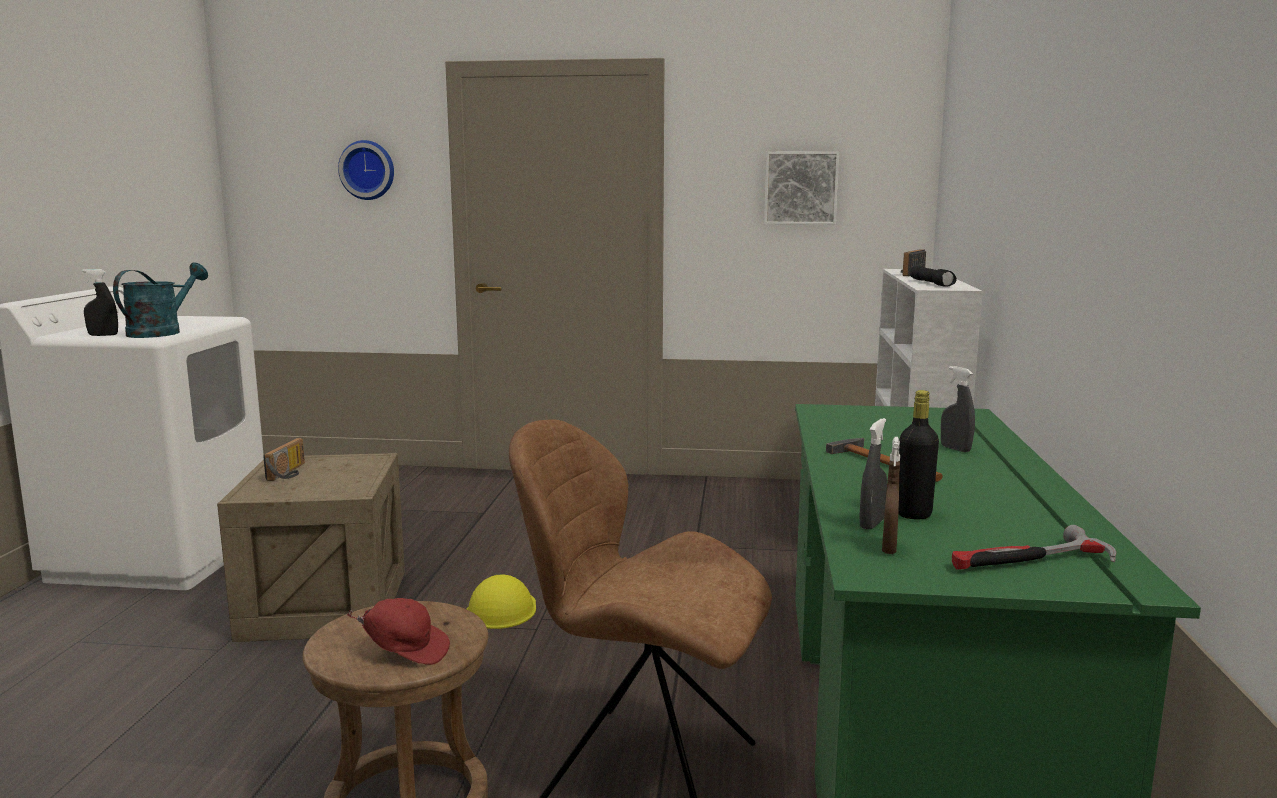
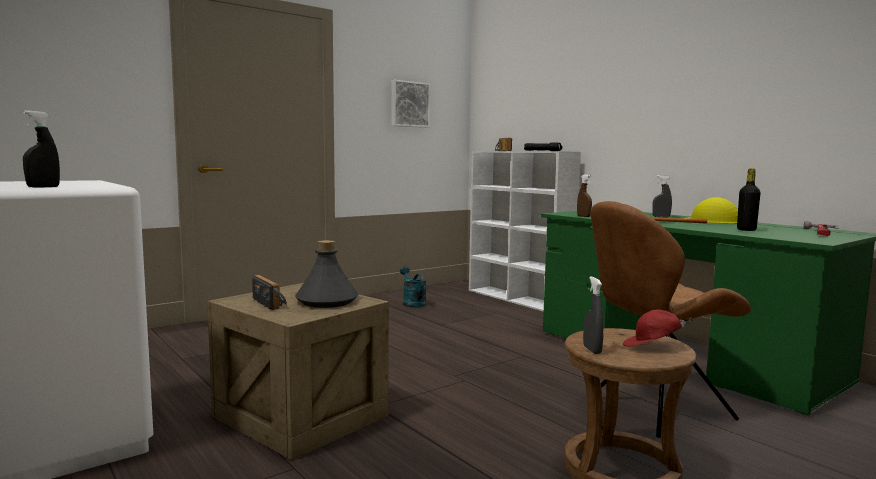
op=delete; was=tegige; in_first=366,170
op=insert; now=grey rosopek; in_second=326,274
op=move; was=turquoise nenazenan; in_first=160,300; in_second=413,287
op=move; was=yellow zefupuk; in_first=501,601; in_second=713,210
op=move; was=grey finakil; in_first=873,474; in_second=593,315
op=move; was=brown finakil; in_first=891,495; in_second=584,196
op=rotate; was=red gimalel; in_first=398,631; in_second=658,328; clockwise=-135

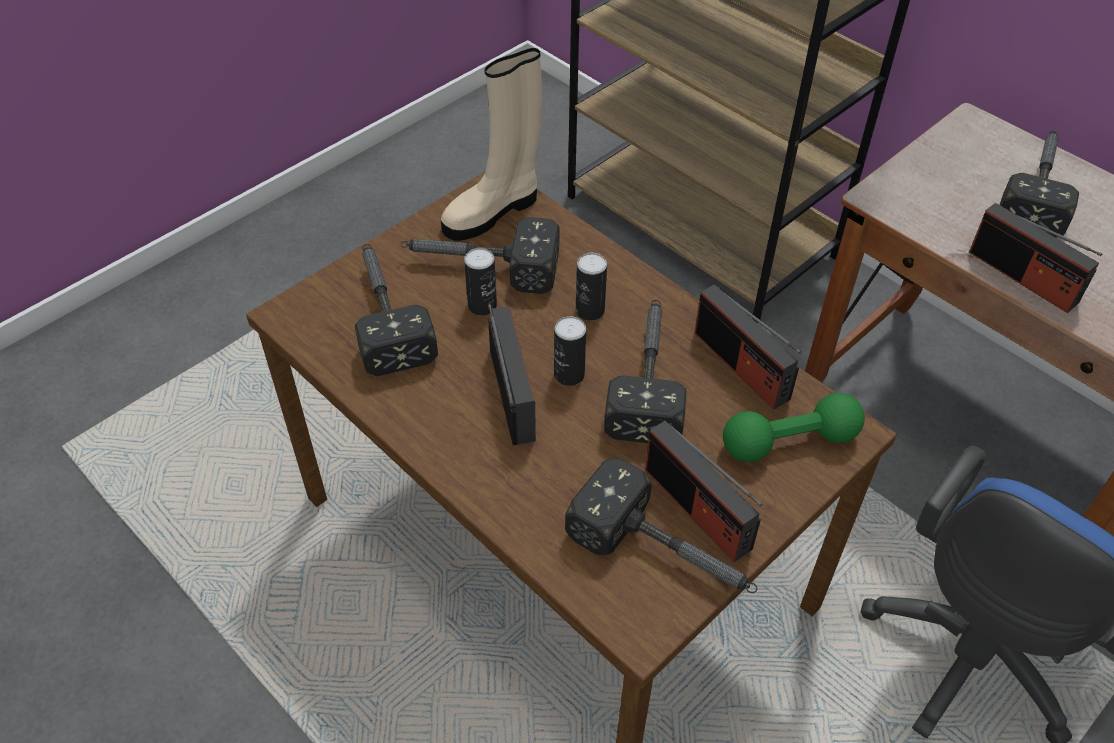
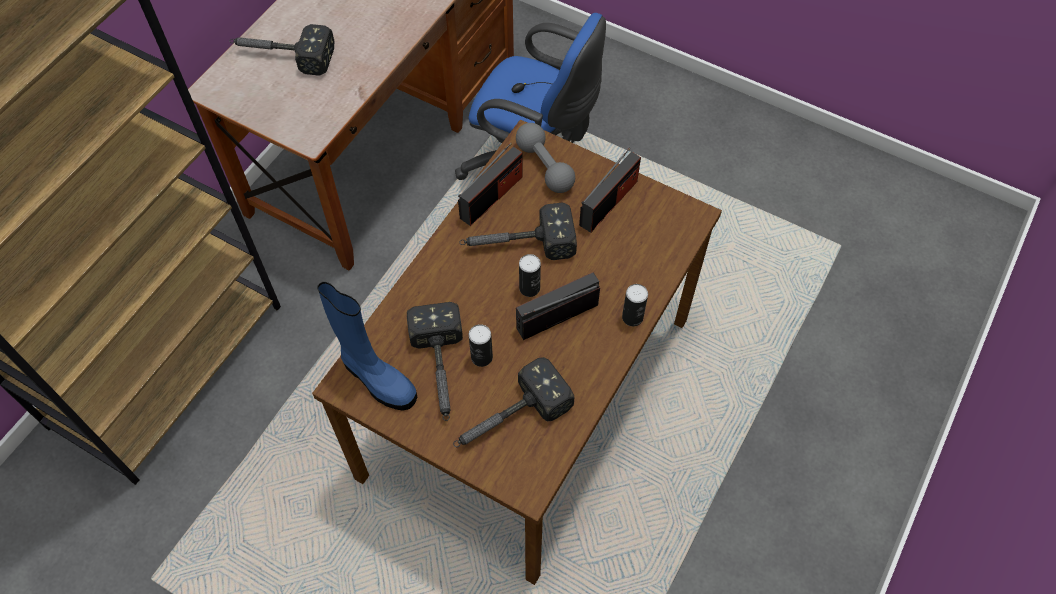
op=delete; was=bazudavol; in_first=661,525
op=delete; was=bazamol; in_first=1035,258
op=move; was=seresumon; in_first=591,287; in_second=635,305
op=recolor; was=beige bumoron; now=blue bumoron; in_first=491,144; in_second=367,346
op=recolor; was=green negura; now=grey negura; in_first=794,427; in_second=545,158

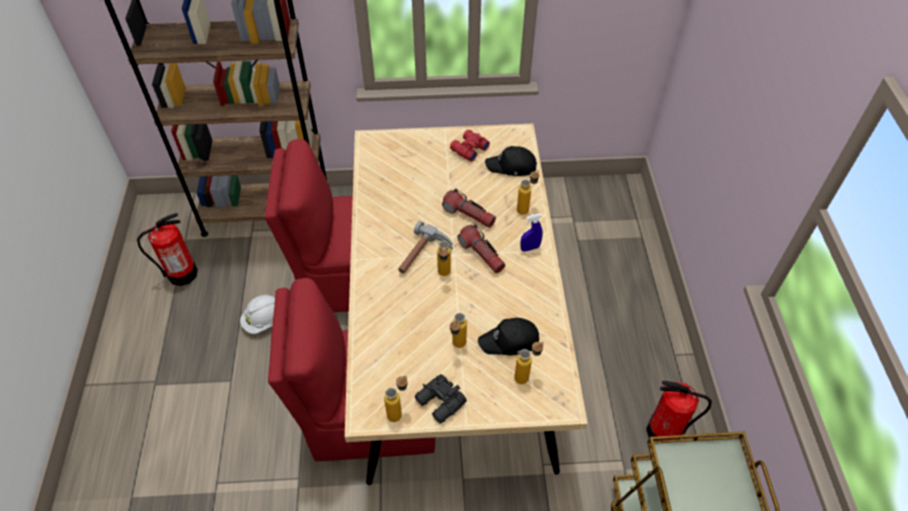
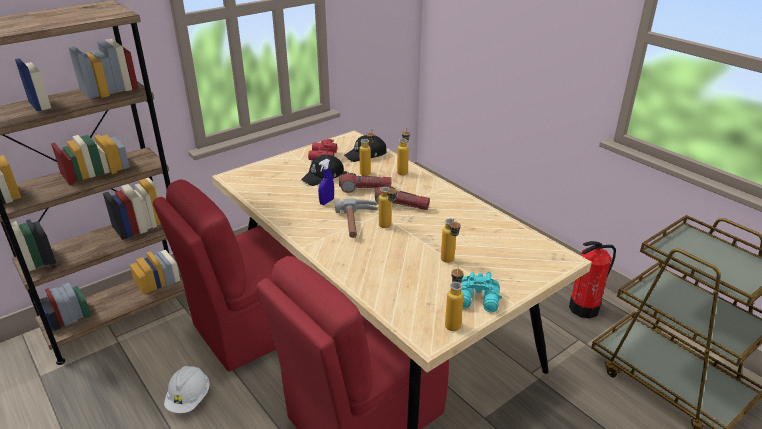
op=delete; was=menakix; in_first=167,249
op=move; was=black gimalel; in_first=508,337; in_second=322,170
op=move; was=rosopek; in_first=529,363; in_second=366,152
op=move; was=blue finakil; in_first=532,233; in_second=326,182
op=recolor; was=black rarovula; now=turquoise rarovula; in_first=441,399; in_second=481,292

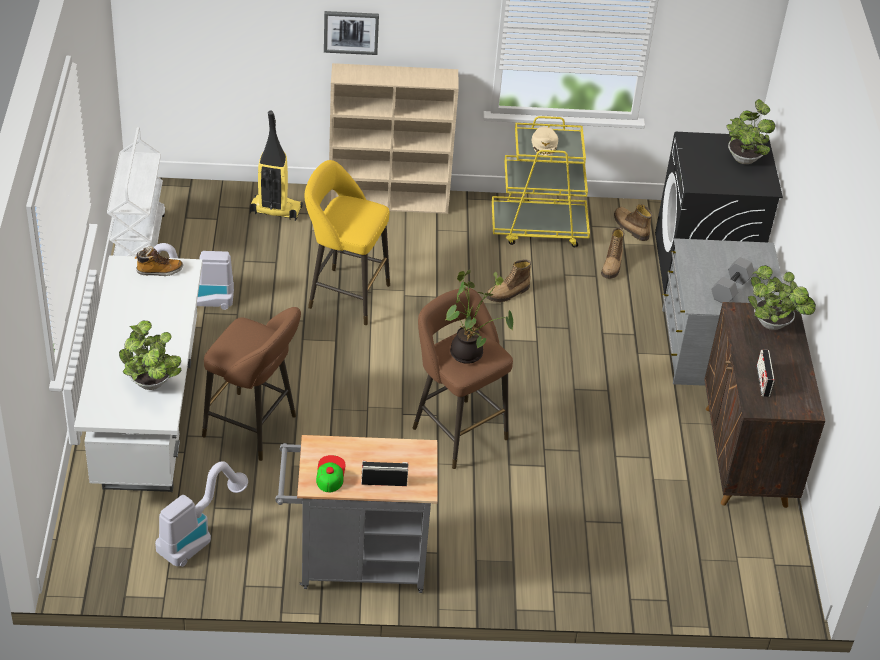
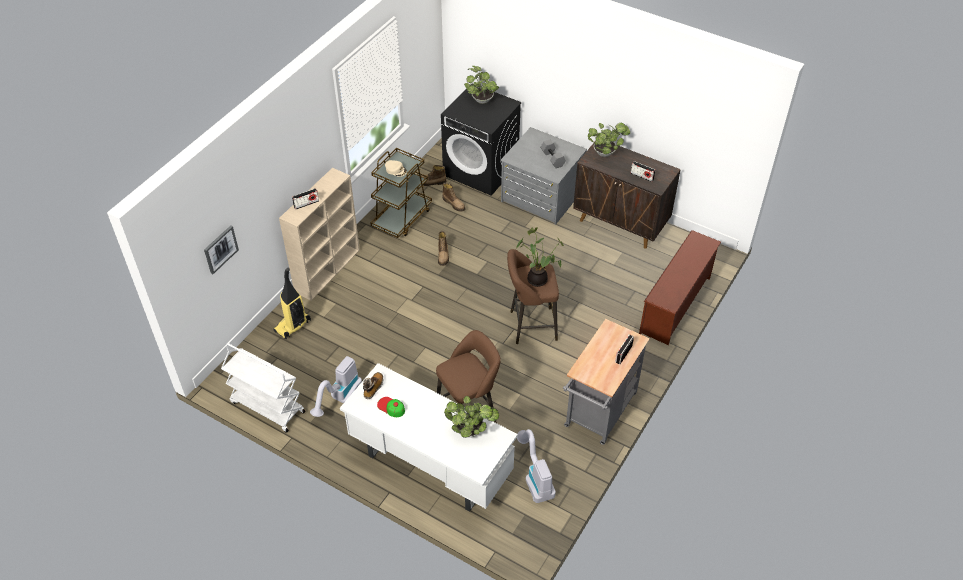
op=delete; was=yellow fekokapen; in_first=347,242
op=insert; now=bazamol; in_second=305,198
op=insert; now=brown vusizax; in_second=680,287
op=move; was=gimalel; in_first=331,473; in_second=391,407
op=move; was=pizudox; in_first=351,33; in_second=221,249
op=recolor; was=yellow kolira; now=brown kolira; in_first=541,181; in_second=401,193

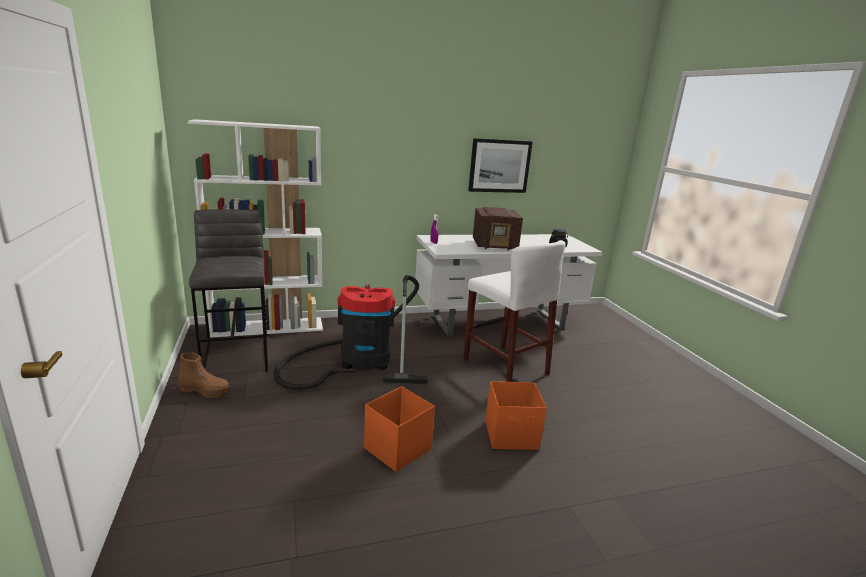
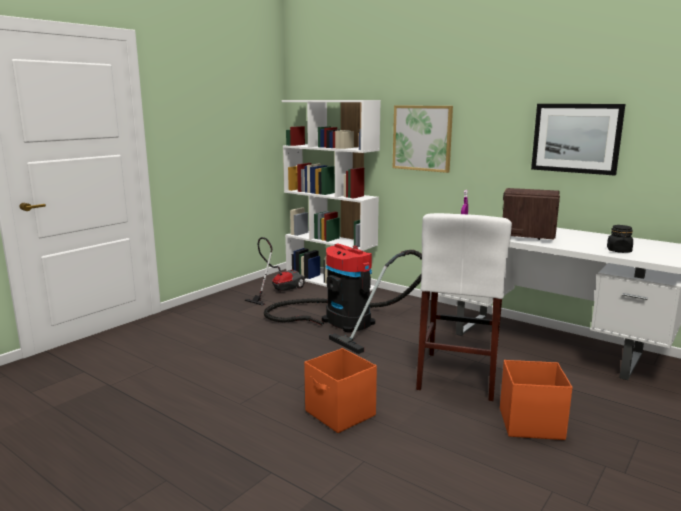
op=delete; was=brown bumoron; in_first=203,375
op=insert; now=pizudox; in_second=423,139
op=move; was=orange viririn; in_first=399,429; in_second=536,400
op=replace; was=grey fekokapen; now=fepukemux; in_first=228,290; in_second=274,271
op=rotate; was=bazamol; in_first=498,229; in_second=531,214; clockwise=60

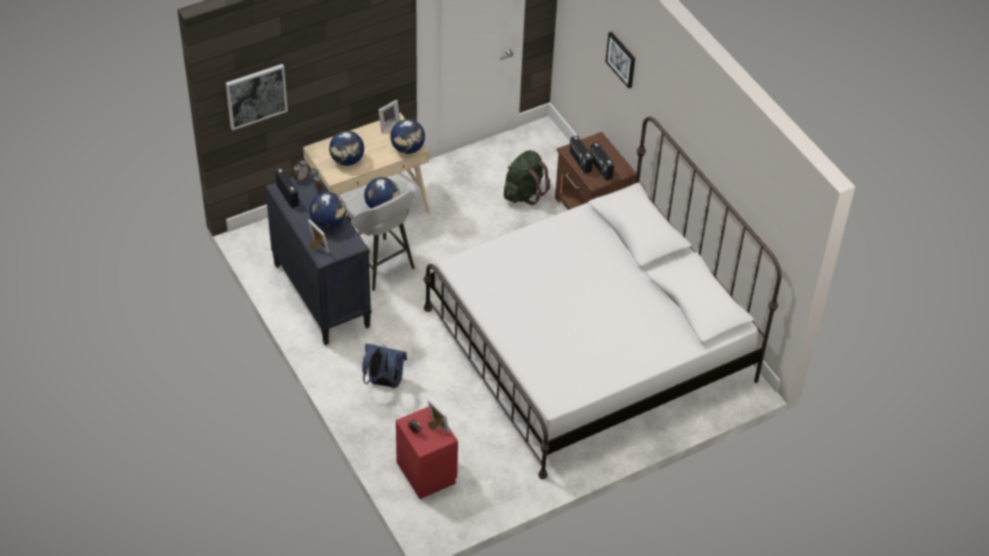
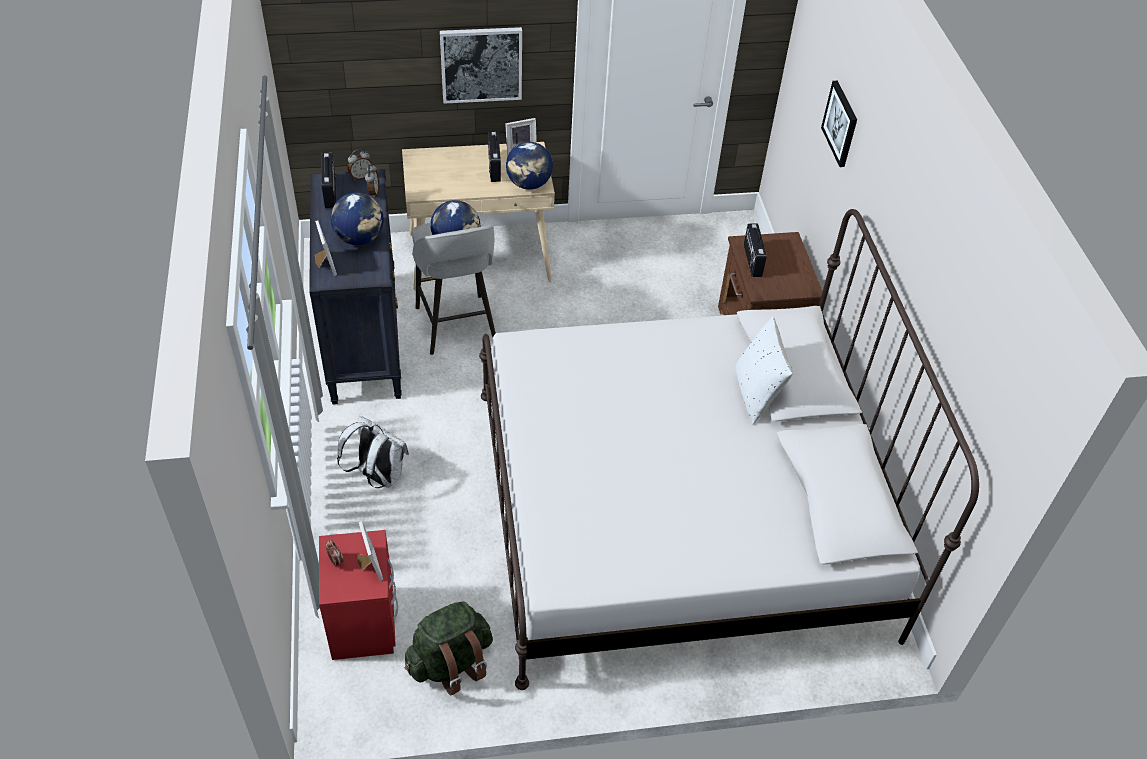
op=delete; was=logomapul; in_first=346,148
op=insert; now=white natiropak; in_second=764,370
op=move; was=pizudox; in_first=257,97; in_second=481,65
op=move; was=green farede; in_first=527,177; in_second=449,648
op=move; was=bazamol; in_first=602,161; in_second=494,156
op=recolor; was=blue farede; now=white farede; in_first=384,366; in_second=373,452

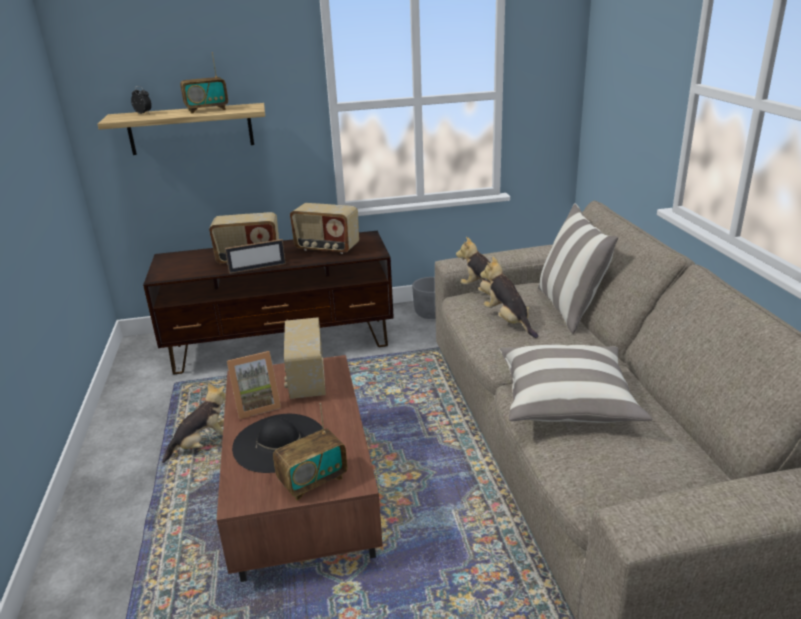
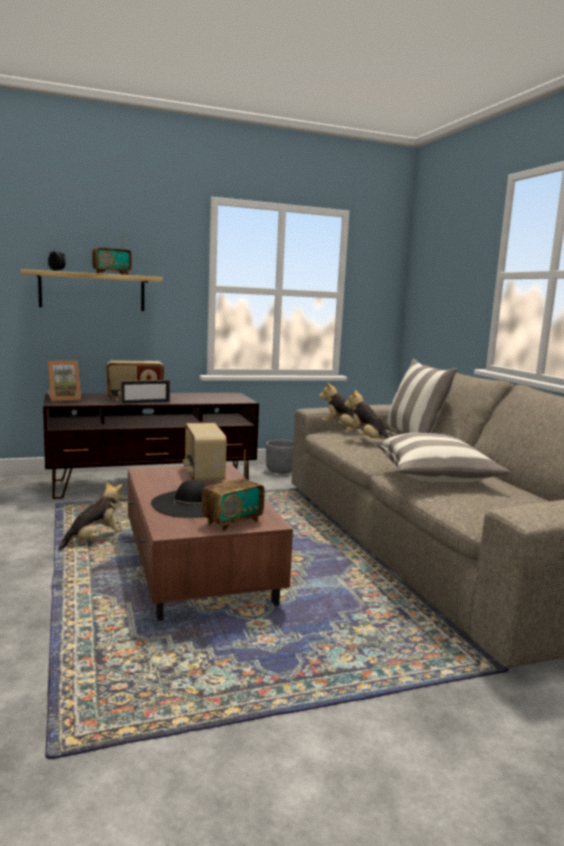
op=delete; was=bazamol; in_first=324,228
op=move; was=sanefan; in_first=254,385; in_second=64,380

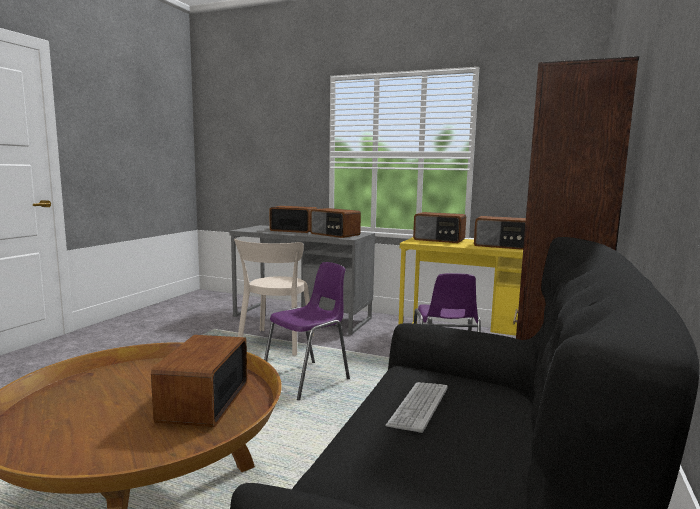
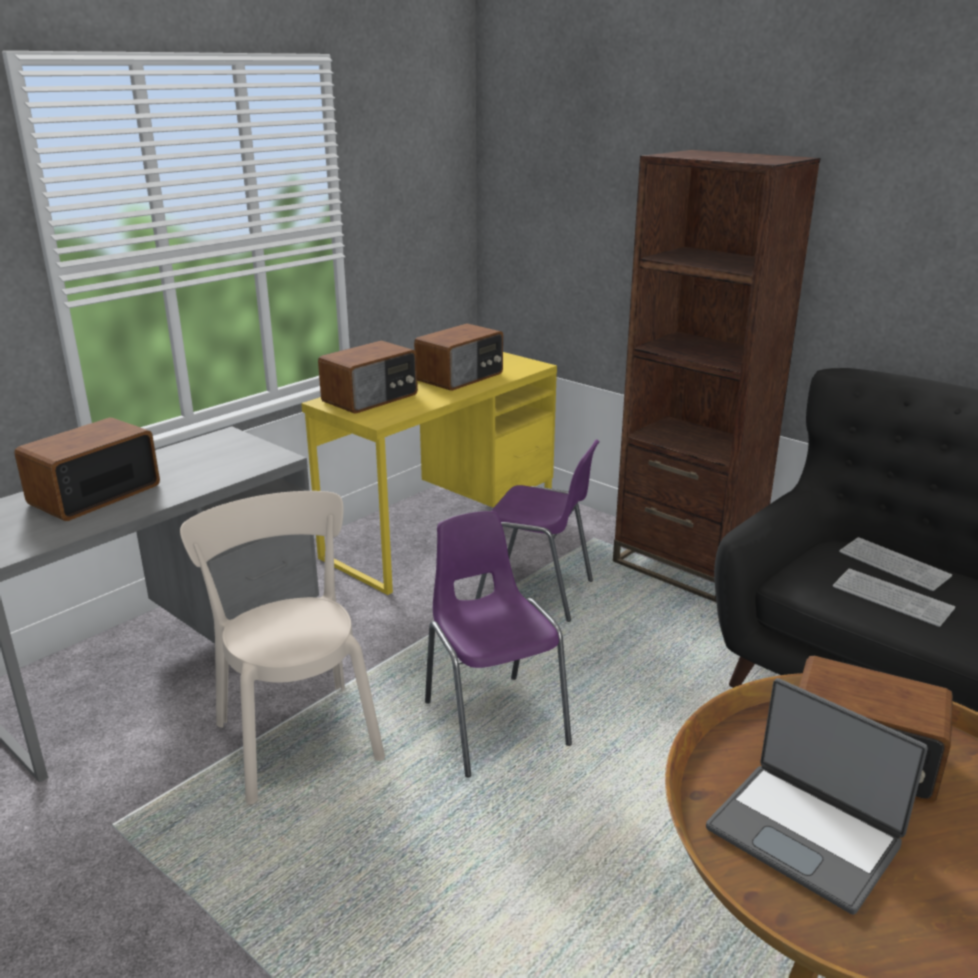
op=delete; was=bazamol; in_first=335,223
op=insert; now=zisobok; in_second=817,796
op=insert; now=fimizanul; in_second=895,564
op=rotate; was=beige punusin; in_first=274,297; in_second=282,647; clockwise=-150

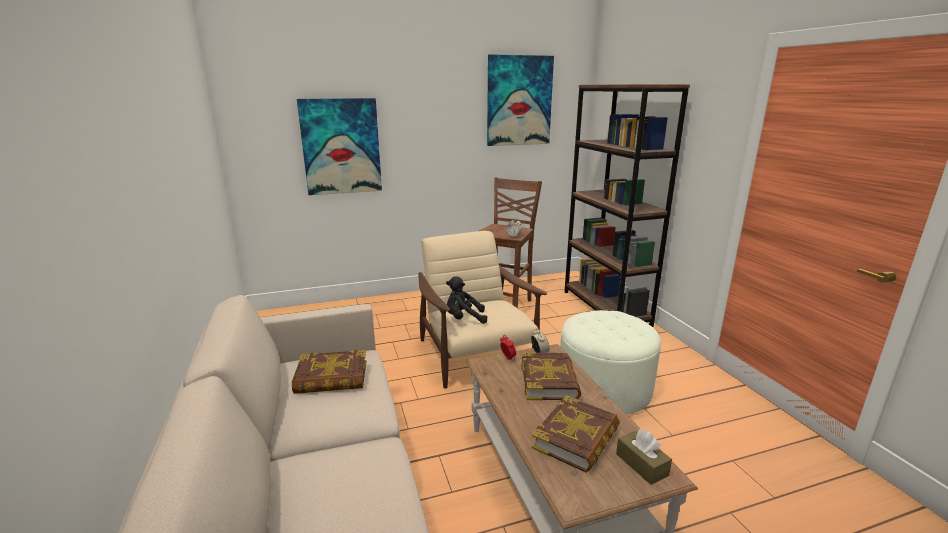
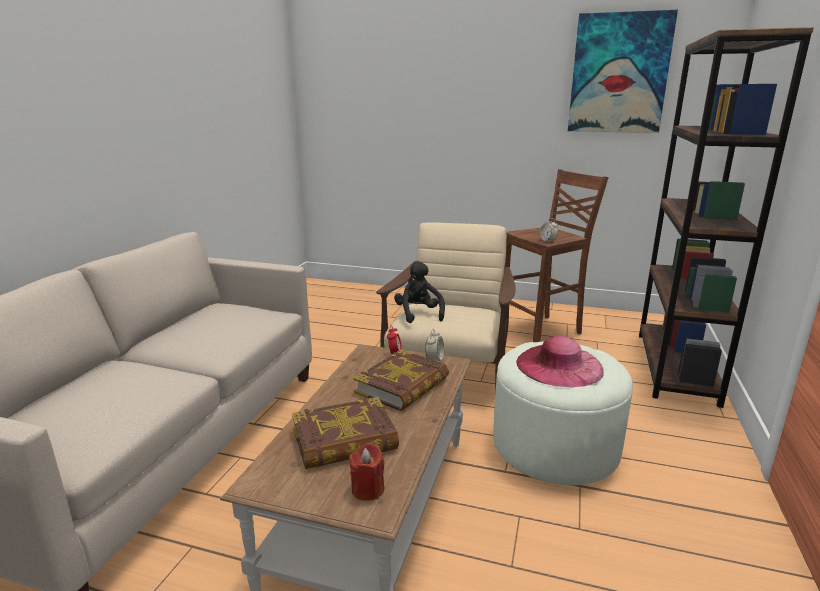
op=delete; was=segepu; in_first=329,372
op=delete; was=pizudox; in_first=339,146
op=insert; now=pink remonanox; in_second=560,362
op=replace; was=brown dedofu; now=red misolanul; in_first=644,457; in_second=366,472
op=rotate; was=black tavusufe; in_first=466,300; in_second=419,292; clockwise=45

